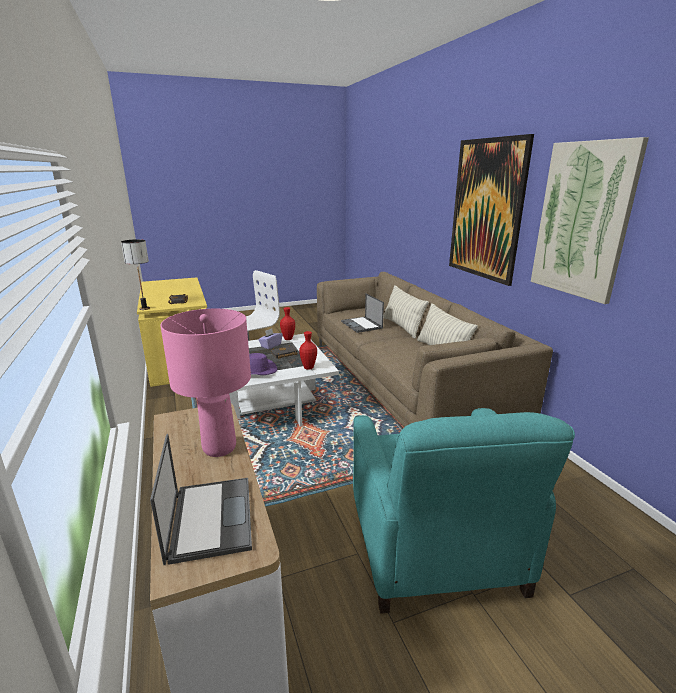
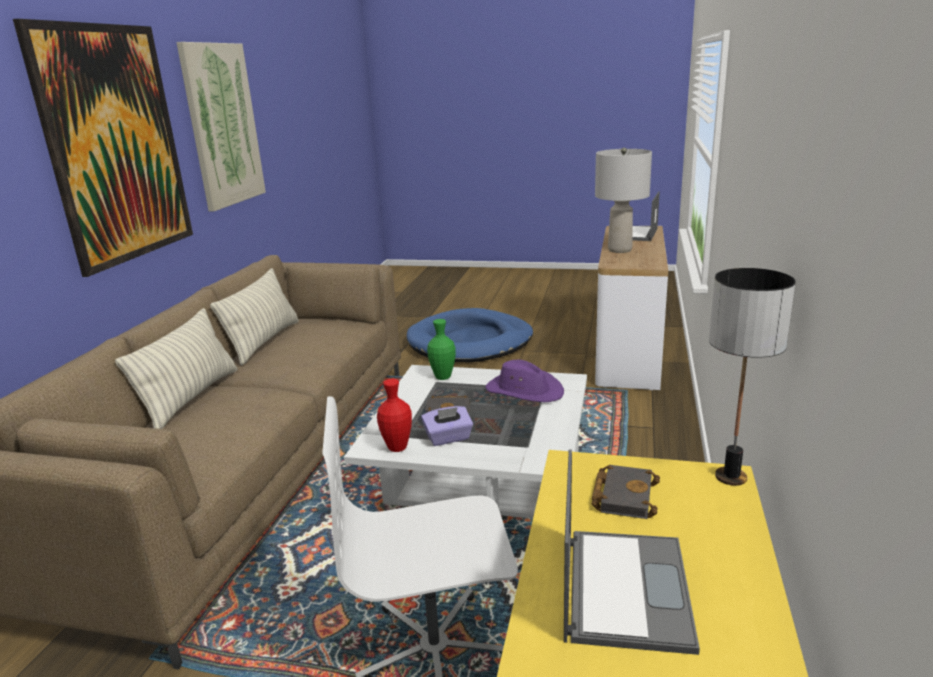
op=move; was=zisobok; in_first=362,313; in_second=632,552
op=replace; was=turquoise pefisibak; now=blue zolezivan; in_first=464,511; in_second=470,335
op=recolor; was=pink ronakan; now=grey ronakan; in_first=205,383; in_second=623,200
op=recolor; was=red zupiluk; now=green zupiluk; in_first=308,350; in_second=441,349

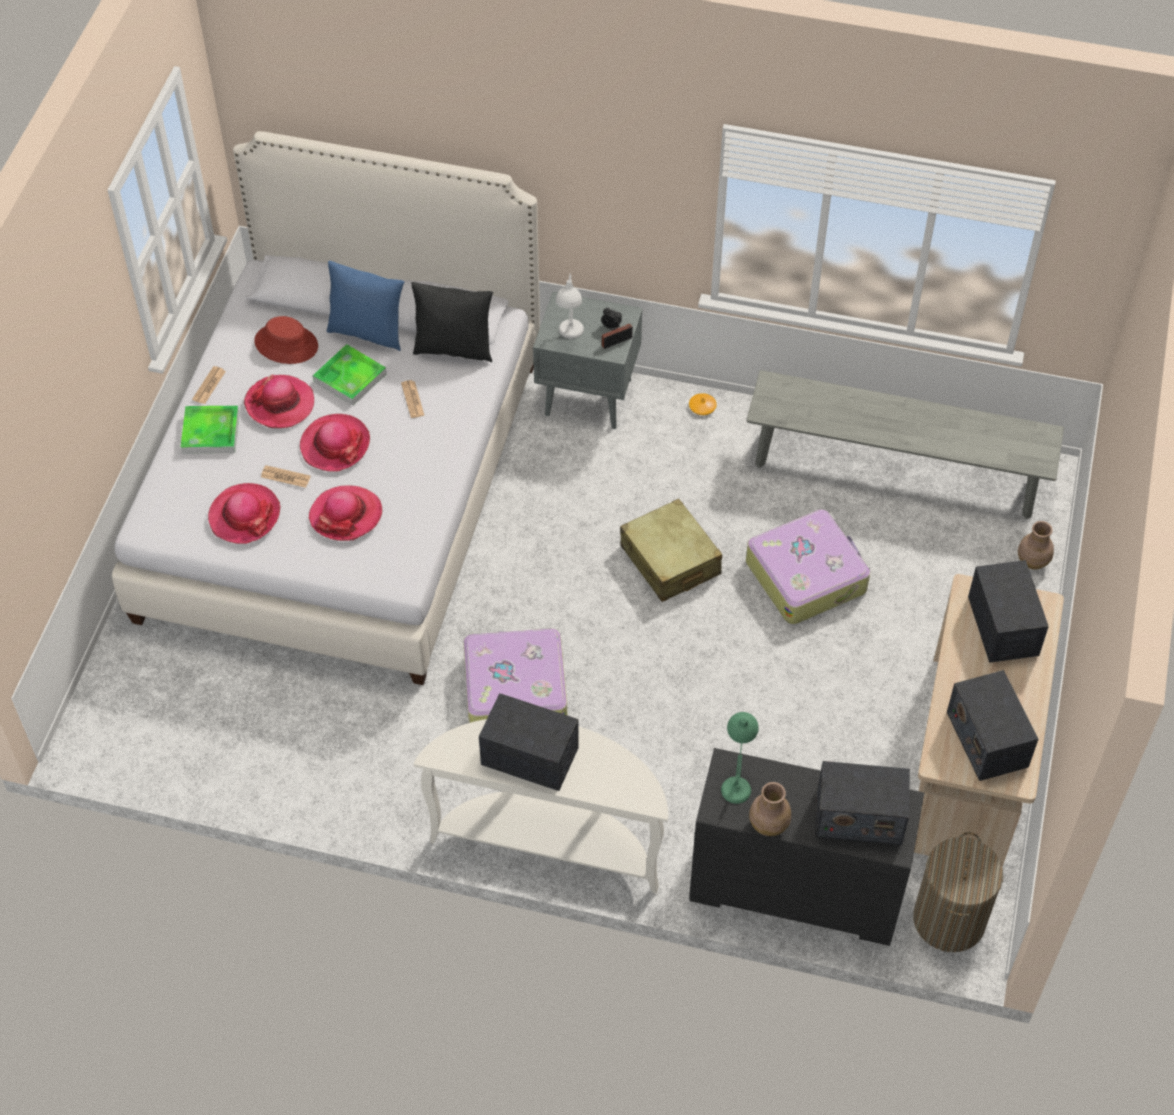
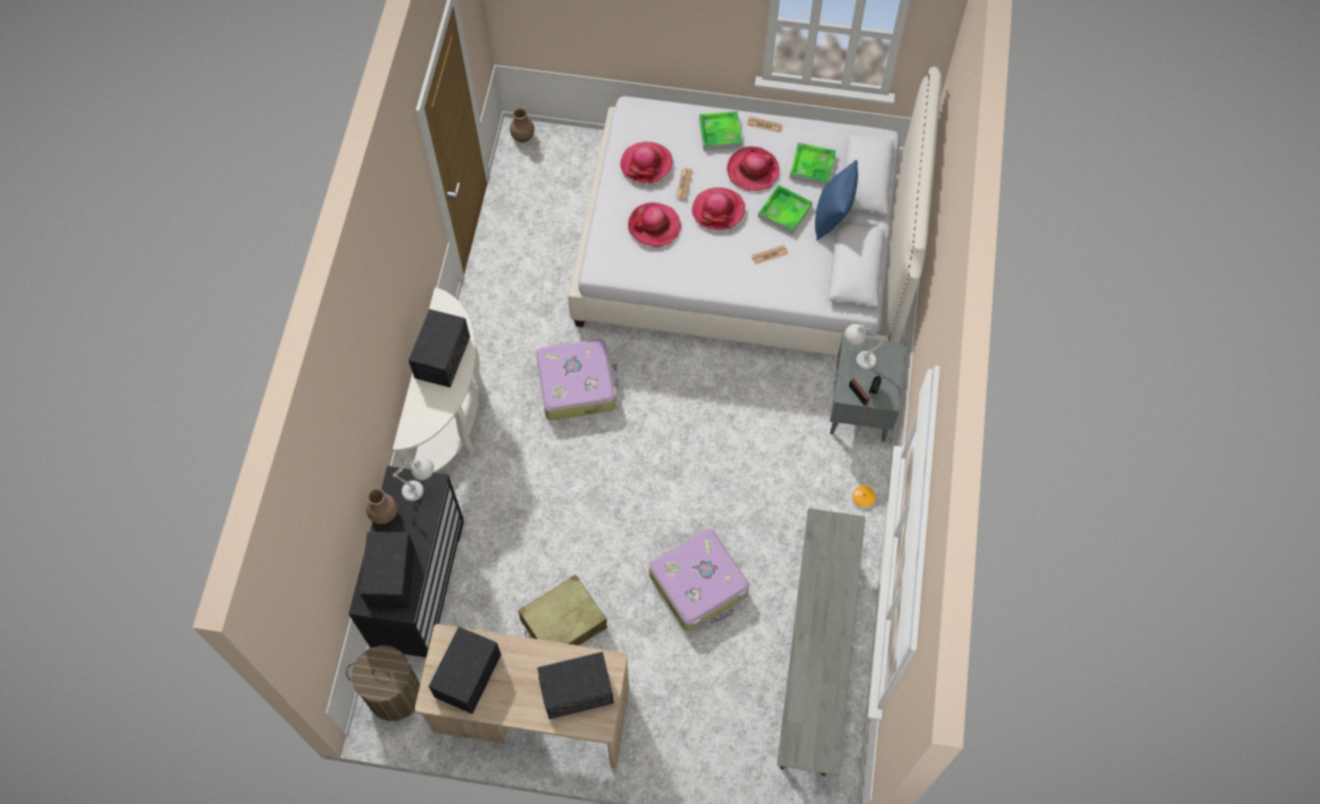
op=delete; was=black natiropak; in_first=452,322
op=move; was=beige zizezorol; in_first=671,550; in_second=562,610
op=move; was=brown zupiluk; in_first=1036,545; in_second=522,125
op=replace; was=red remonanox; now=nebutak; in_first=286,340; in_second=813,164
op=recolor; was=green ronakan; now=white ronakan; in_first=740,758; in_second=413,479
op=rotate; was=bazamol; in_first=992,725; in_second=465,670; clockwise=-45

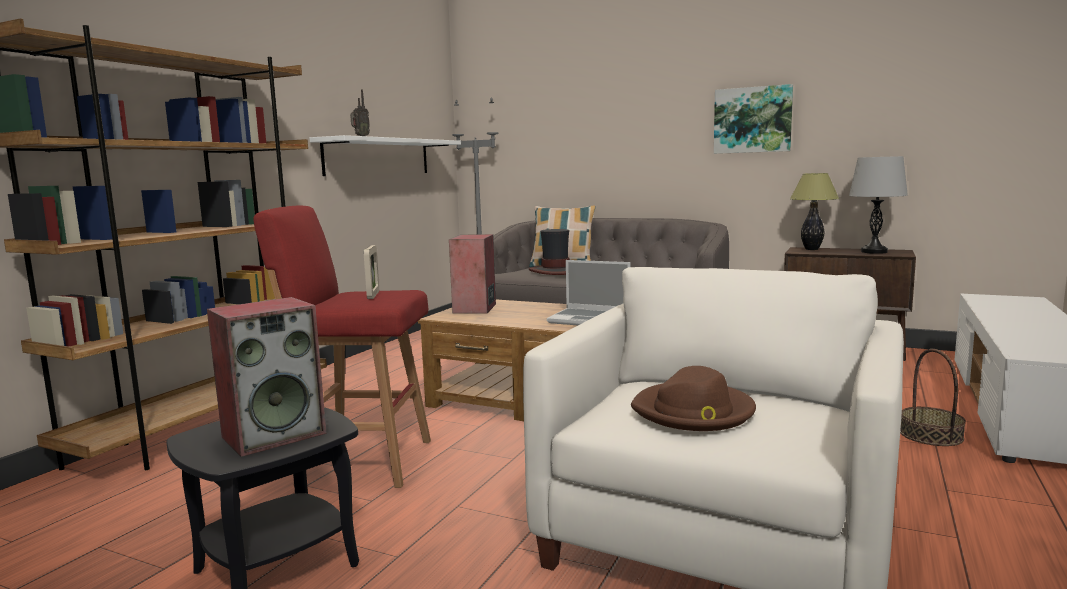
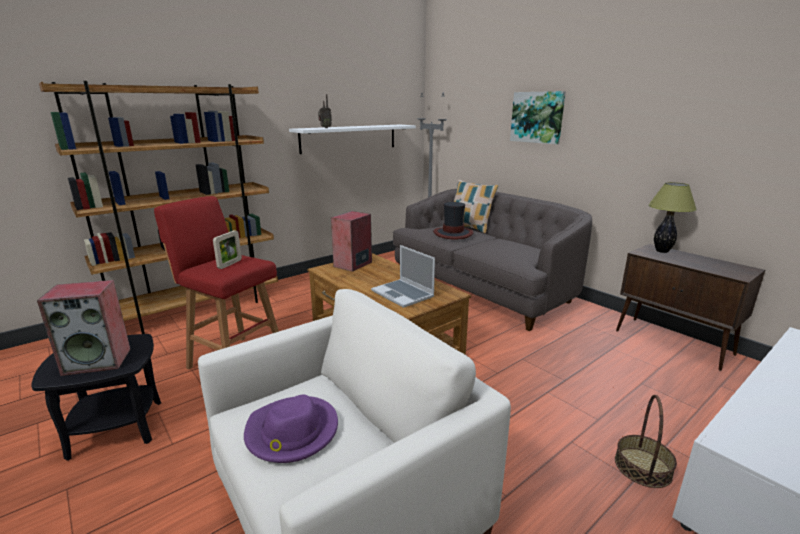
op=delete; was=grey ronakan; in_first=878,205
op=move; was=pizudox; in_first=753,119; in_second=538,118
op=recolor; was=brown remonanox; now=purple remonanox; in_first=693,398; in_second=291,428

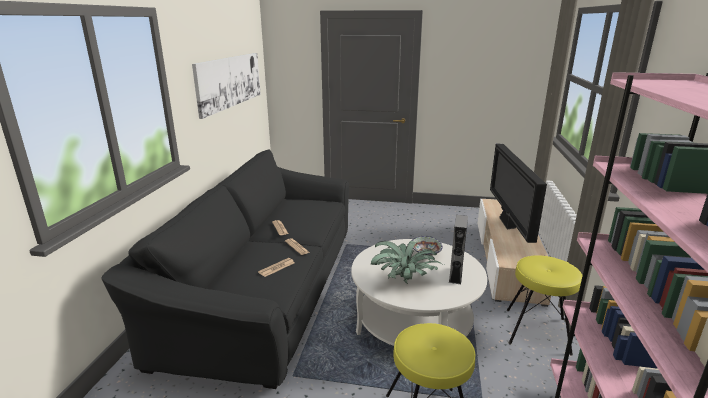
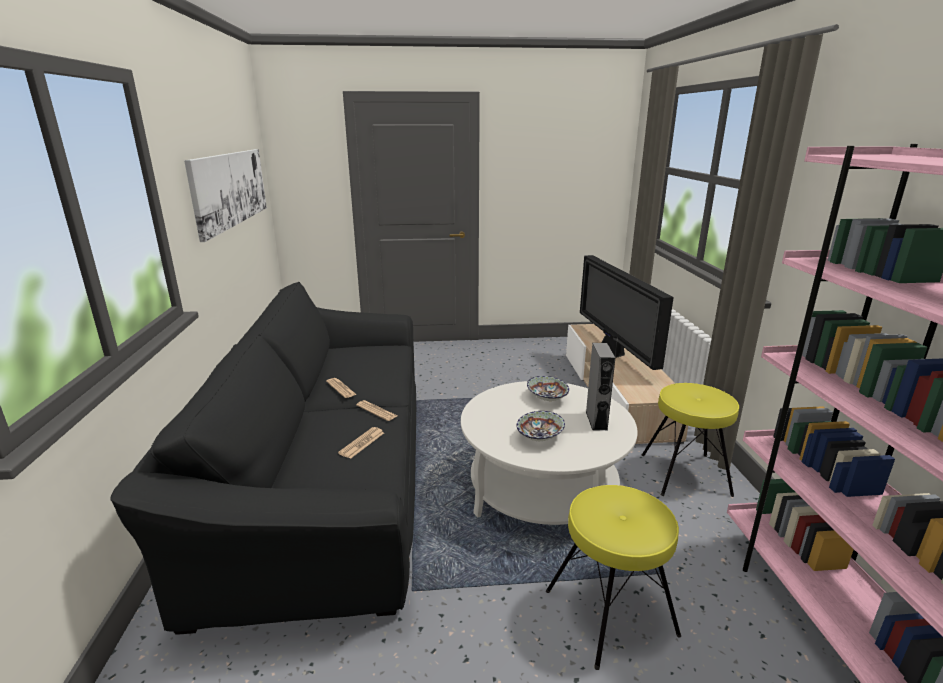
op=replace; was=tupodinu; now=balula; in_first=407,262; in_second=540,426

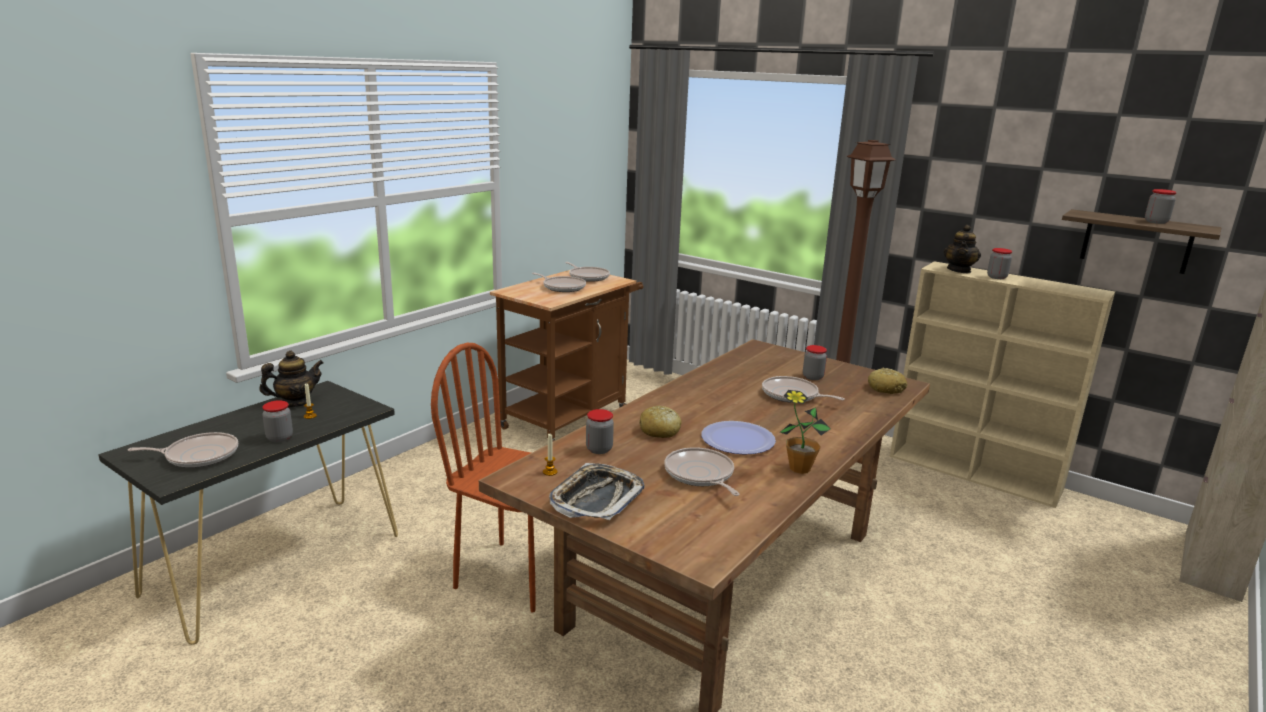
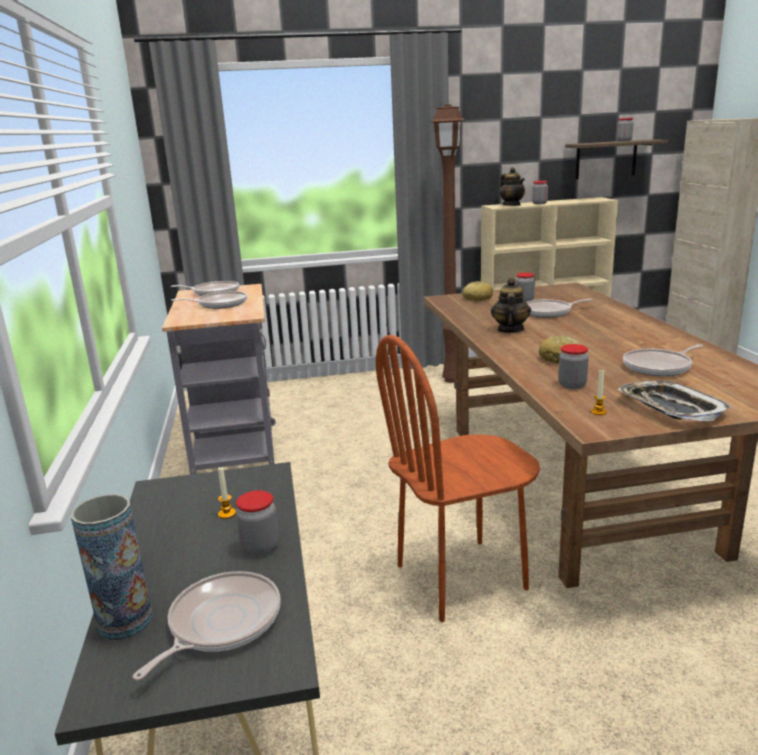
op=delete; was=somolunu; in_first=738,438
op=delete; was=tupodinu; in_first=805,432
op=insert; now=zupiluk; in_second=112,567
op=move; was=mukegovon; in_first=291,378; in_second=511,305
op=move; was=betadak; in_first=887,381; in_second=477,291
op=recolor; was=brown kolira; now=grey kolira; in_first=567,356; in_second=219,379
op=rotate; was=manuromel; in_first=702,471; in_second=663,360; clockwise=-45

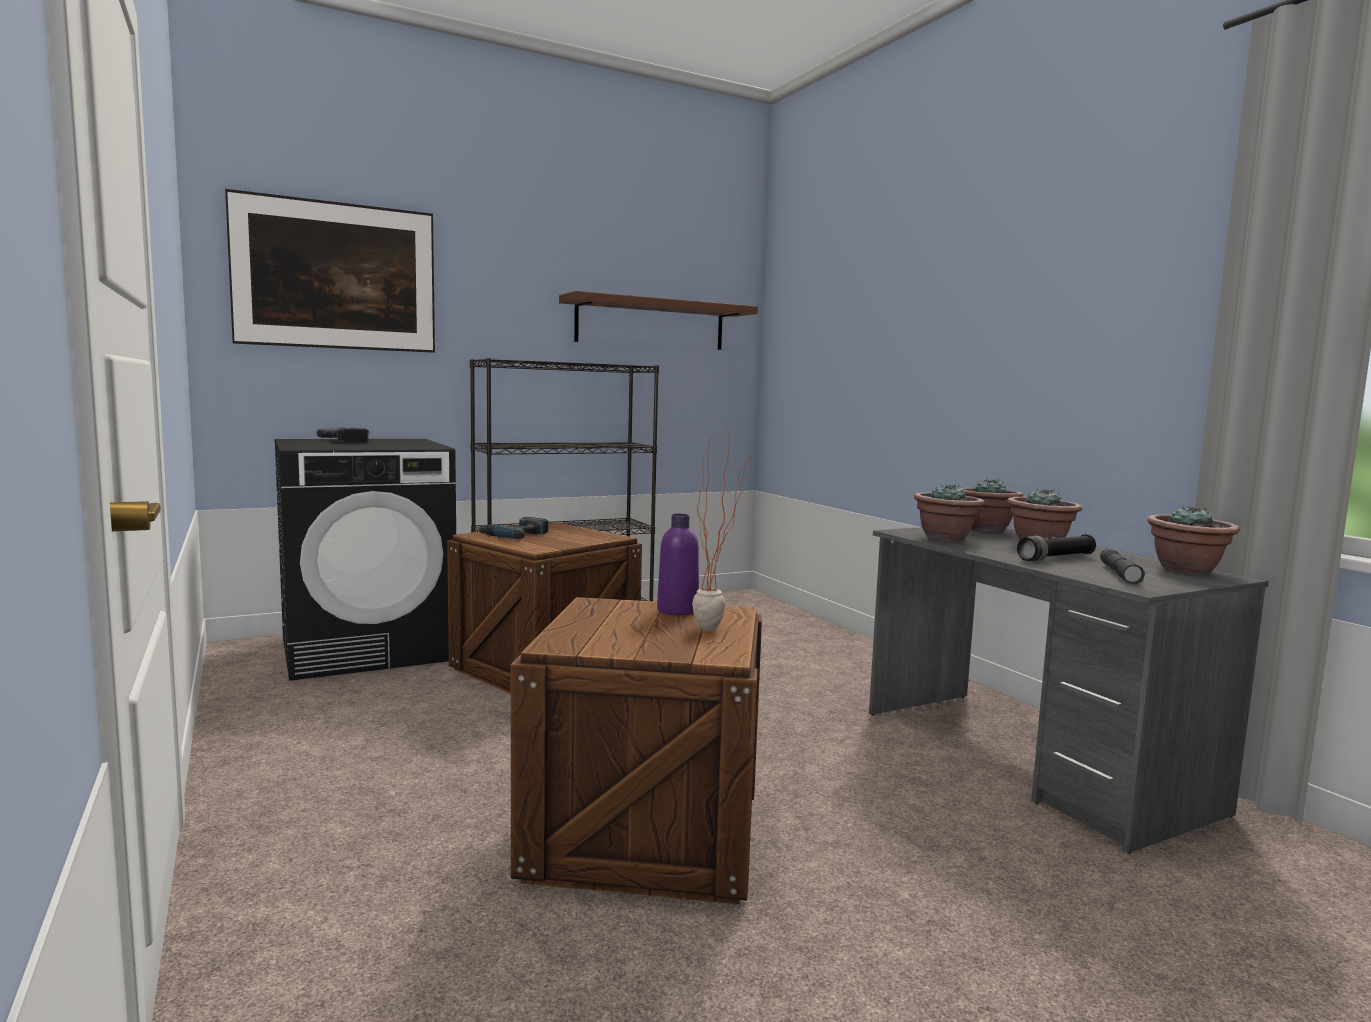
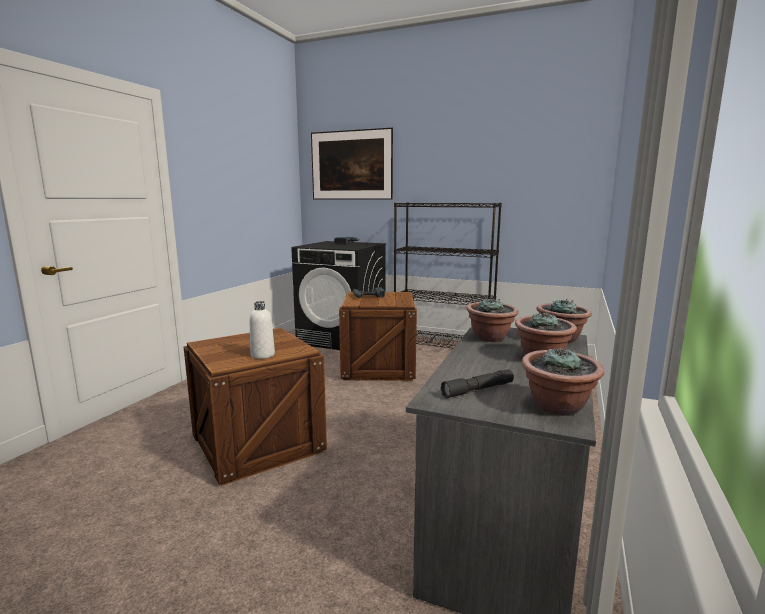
op=delete; was=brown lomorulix; in_first=658,320
op=delete; was=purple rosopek; in_first=678,565
op=delete; was=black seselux; in_first=1056,547
op=replace; was=tupodinu; now=white rosopek; in_first=721,529; in_second=262,330

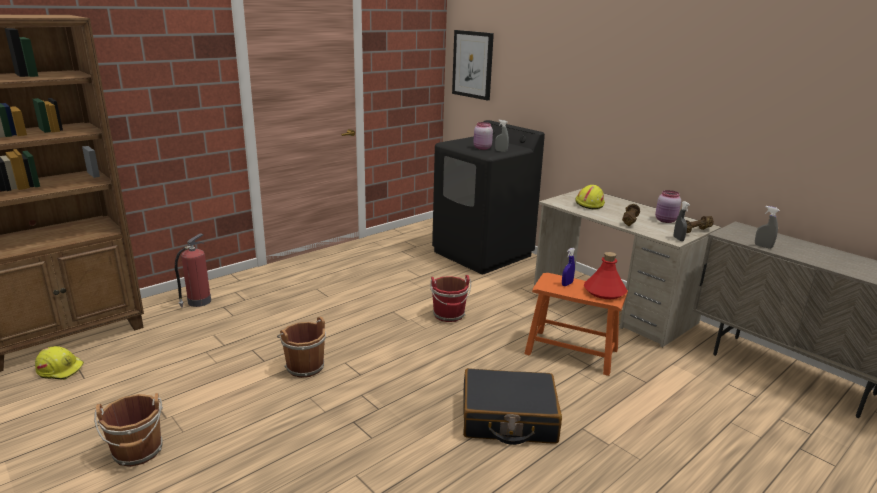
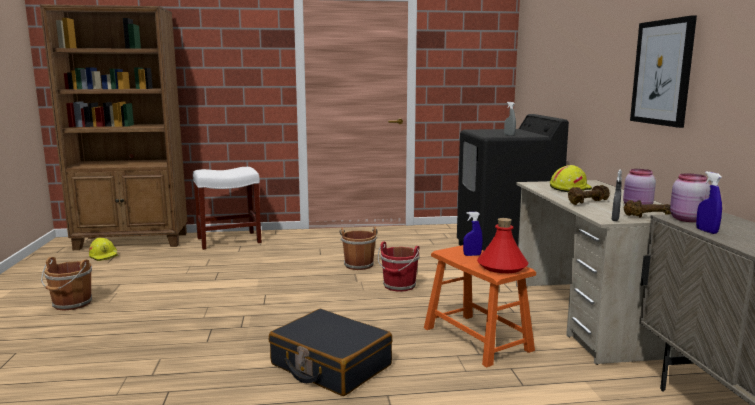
op=move; was=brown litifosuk; in_first=301,347; in_second=358,248
op=move; was=pizudox; in_first=473,65; in_second=663,71
op=move; was=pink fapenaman; in_first=483,136; in_second=690,198
op=replace; was=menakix; now=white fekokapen; in_first=193,270; in_second=227,208
op=recolor; was=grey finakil; now=blue finakil; in_first=767,227; in_second=709,202

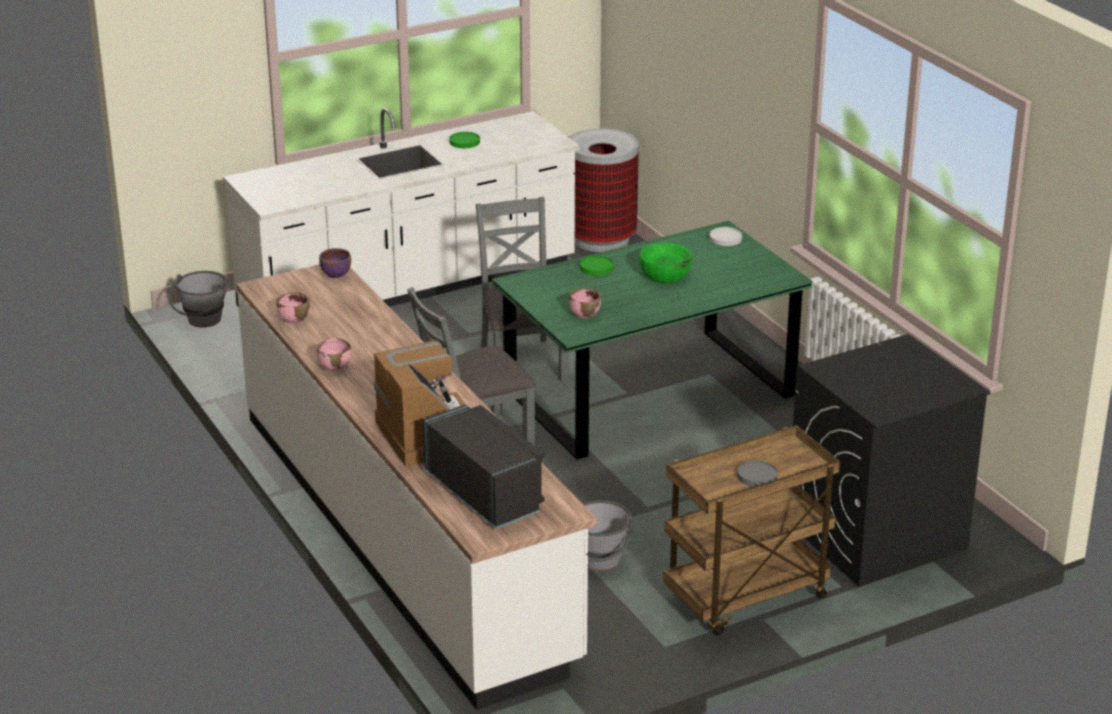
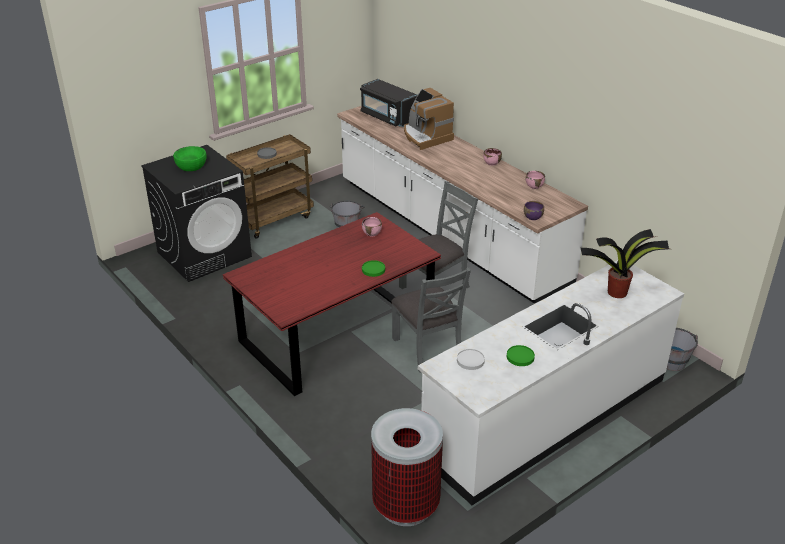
op=insert; now=tupodinu; in_second=625,263
op=move; was=green balula; in_first=665,263; in_second=190,158
op=move; was=white somolunu; in_first=725,236; in_second=471,359
op=recolor; was=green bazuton; now=red bazuton; in_first=652,340; in_second=332,304

